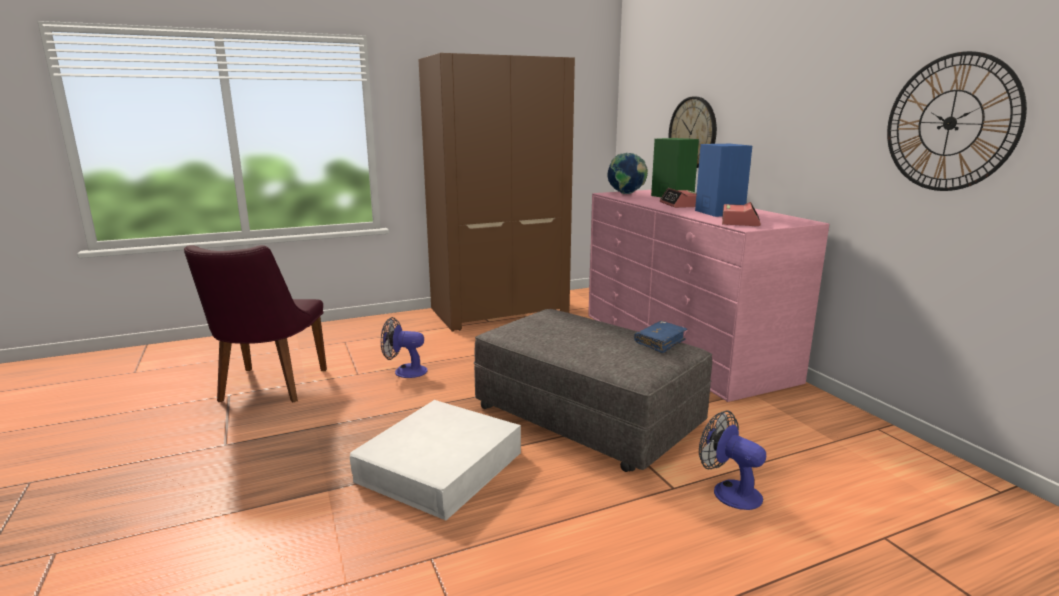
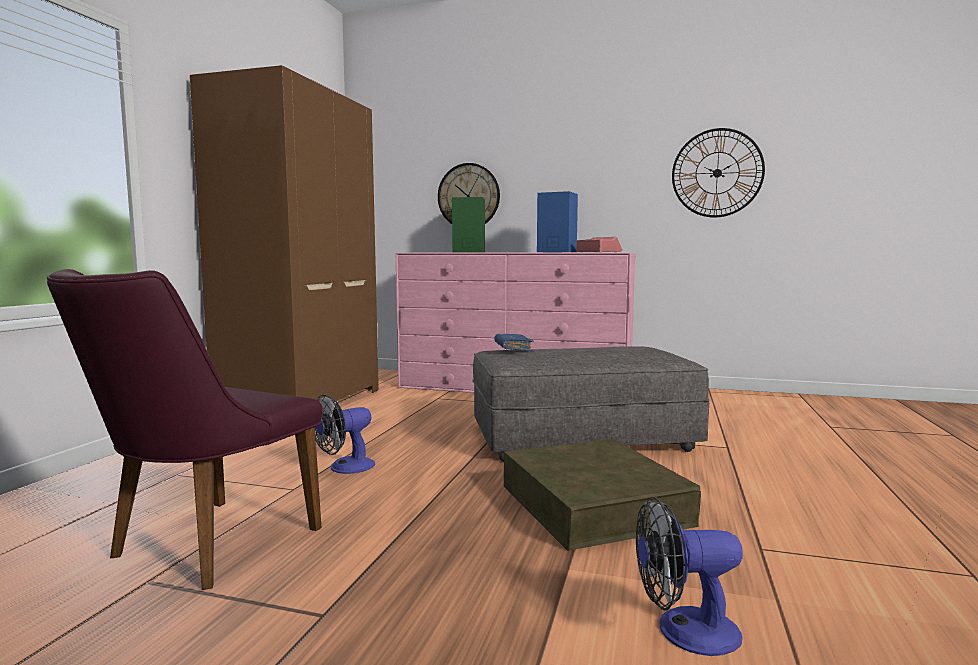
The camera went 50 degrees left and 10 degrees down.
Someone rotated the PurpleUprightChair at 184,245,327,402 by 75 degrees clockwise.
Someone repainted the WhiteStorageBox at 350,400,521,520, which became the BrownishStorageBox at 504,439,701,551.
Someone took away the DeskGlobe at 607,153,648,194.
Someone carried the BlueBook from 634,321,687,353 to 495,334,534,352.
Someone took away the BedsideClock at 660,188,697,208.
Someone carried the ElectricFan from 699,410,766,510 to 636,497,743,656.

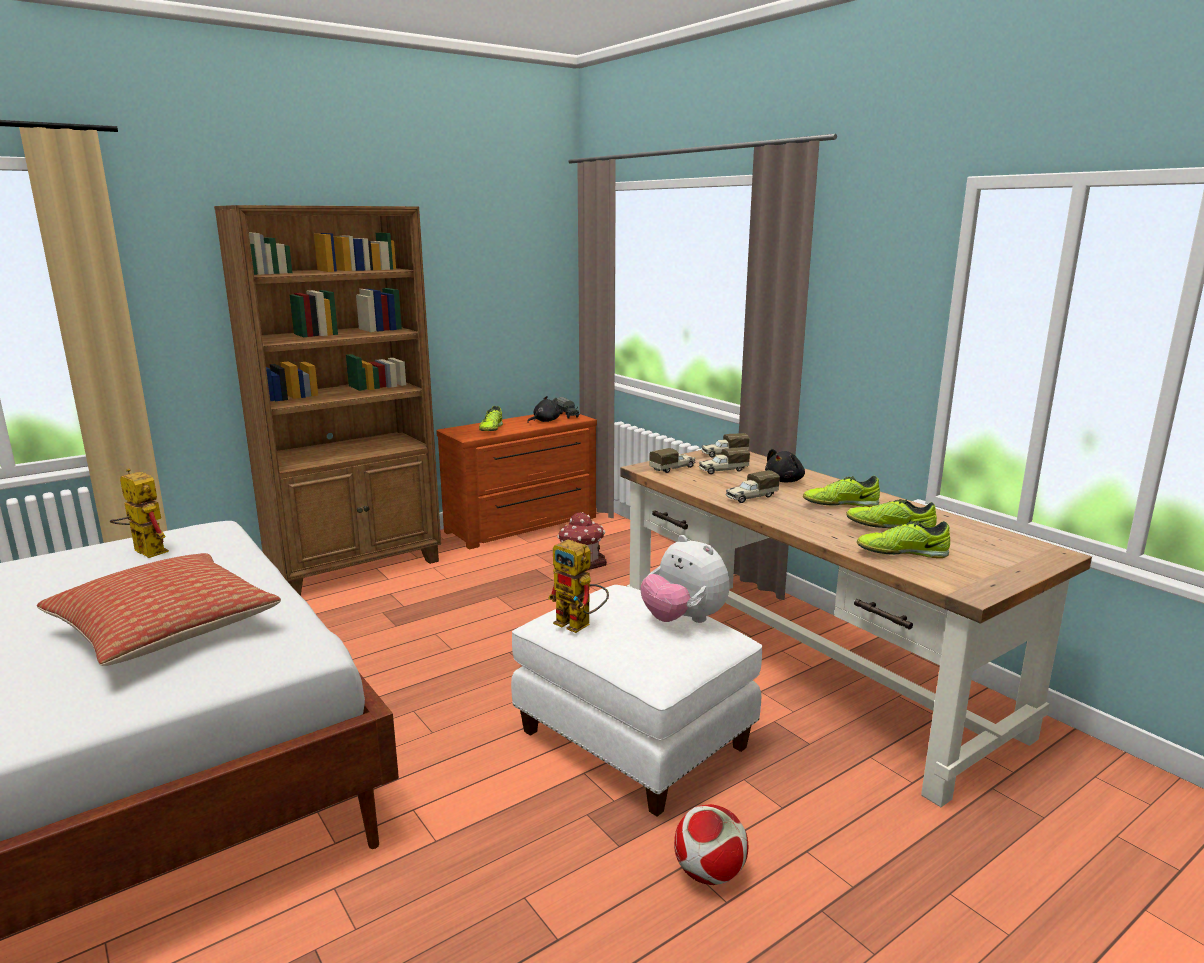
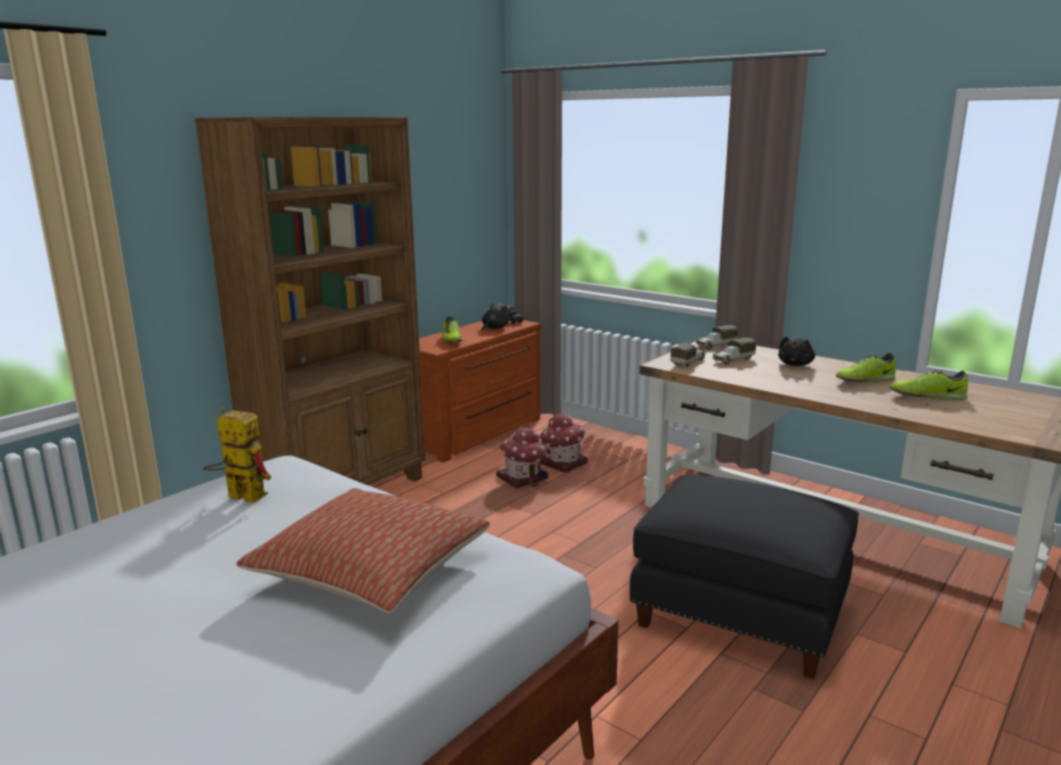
The camera went 15 degrees left and 0 degrees up.
Someone repainted the WhiteFootrest at 511,585,762,817, which became the BlackFootrest at 630,475,859,679.
Someone took away the ModelRobot at 548,539,609,633.
Someone took away the CuddlyToy at 641,535,729,623.
Someone took away the Football at 674,804,748,885.
Someone took away the ModelTruck at 726,471,780,503.
Someone took away the Shoe at 857,521,950,558.
Someone put down the MiniatureHouse at 496,428,548,488.

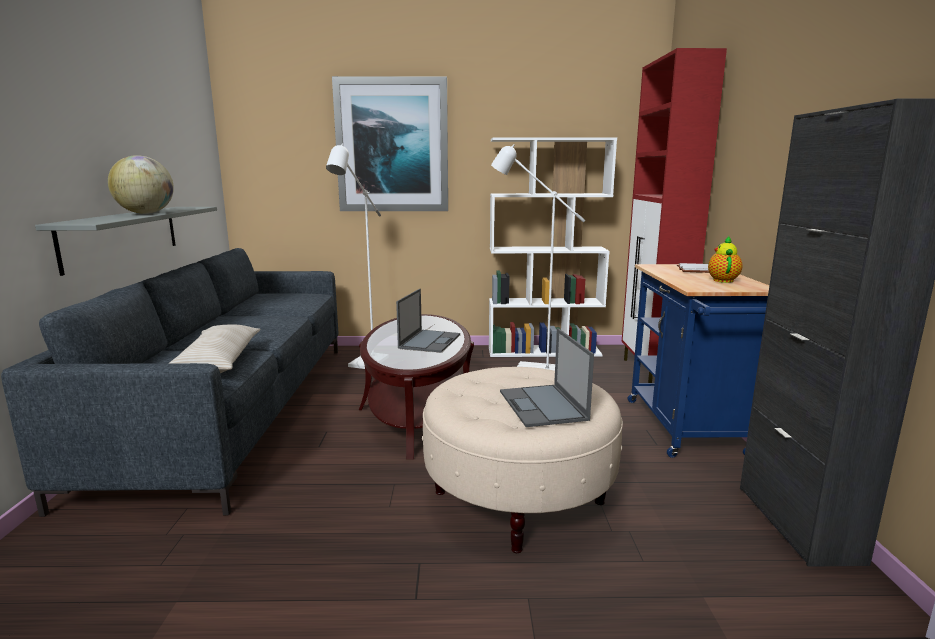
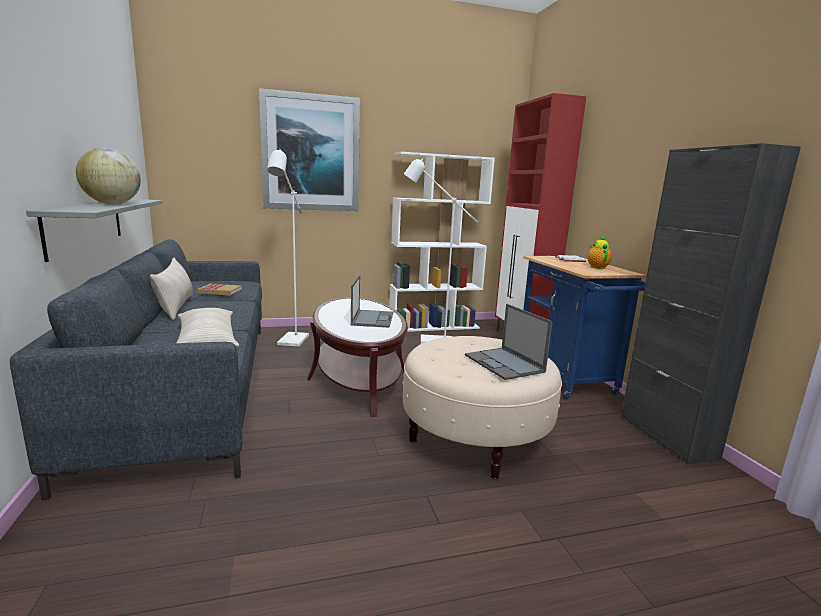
The camera went 15 degrees left and 0 degrees up.
Someone put down the SandColouredPillow at 150,258,193,320.
Someone put down the Book at 197,284,242,295.

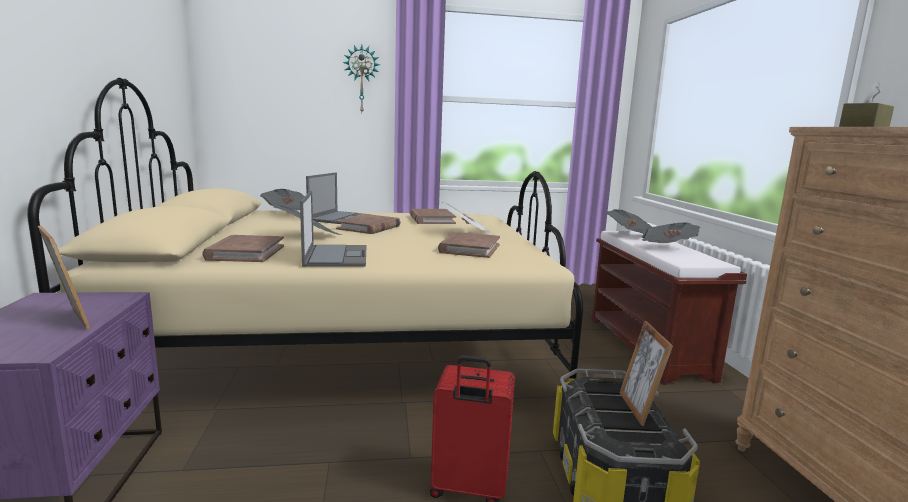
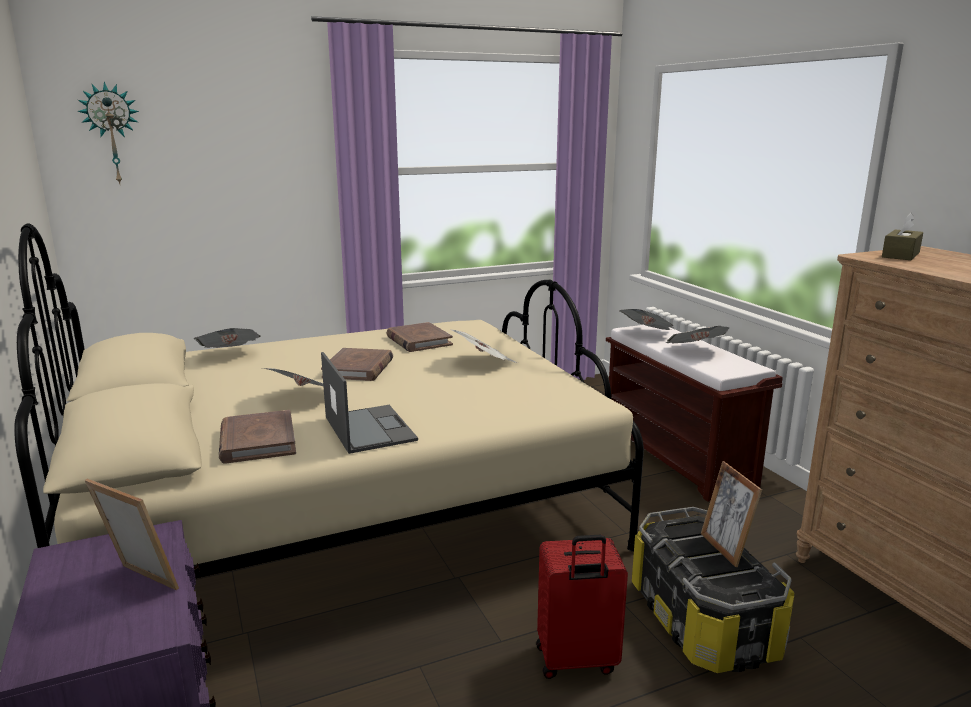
The camera went 15 degrees left and 5 degrees up.
Someone took away the Laptop at 306,172,371,224.
Someone carried the ClockOnTheWall from 343,44,380,112 to 77,82,139,184.
Someone took away the BrownishBook at 438,232,500,258.

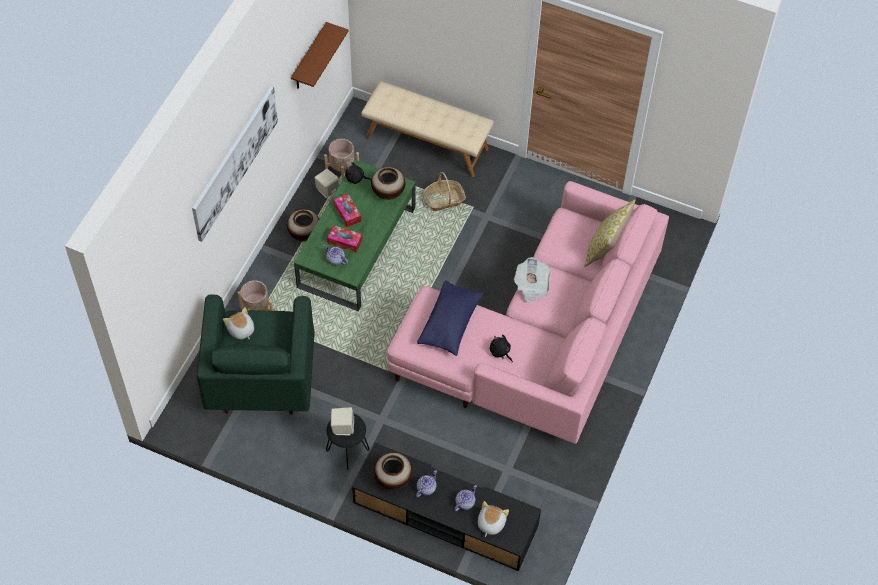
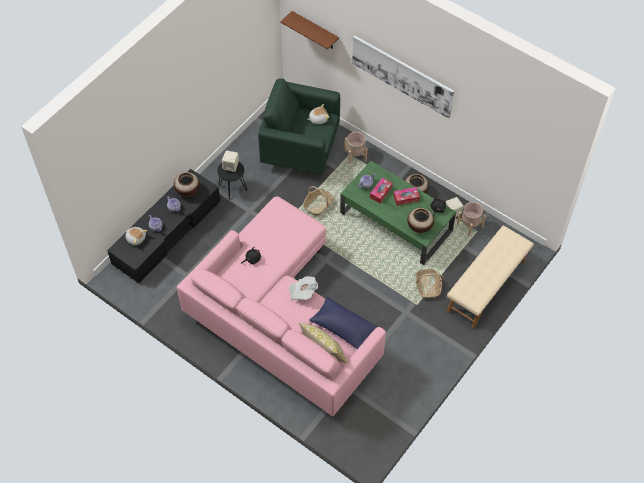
The camera went 105 degrees right and 0 degrees up.
Someone carried the BrownishShelf from 291,22,349,89 to 281,11,339,49.
Someone carried the BluePillow from 417,280,484,356 to 309,297,378,349.
Someone put down the StorageBasket at 303,186,334,216.

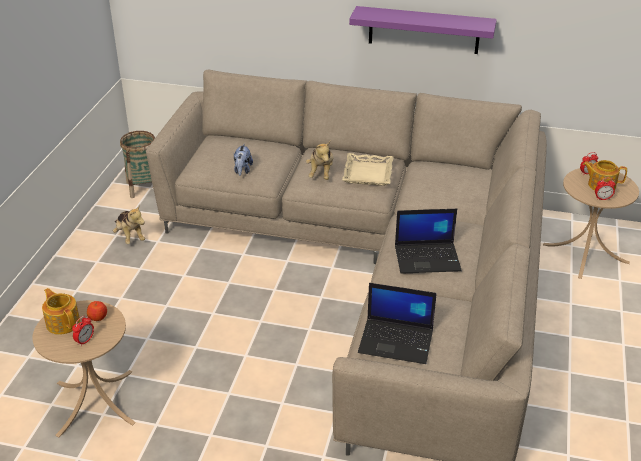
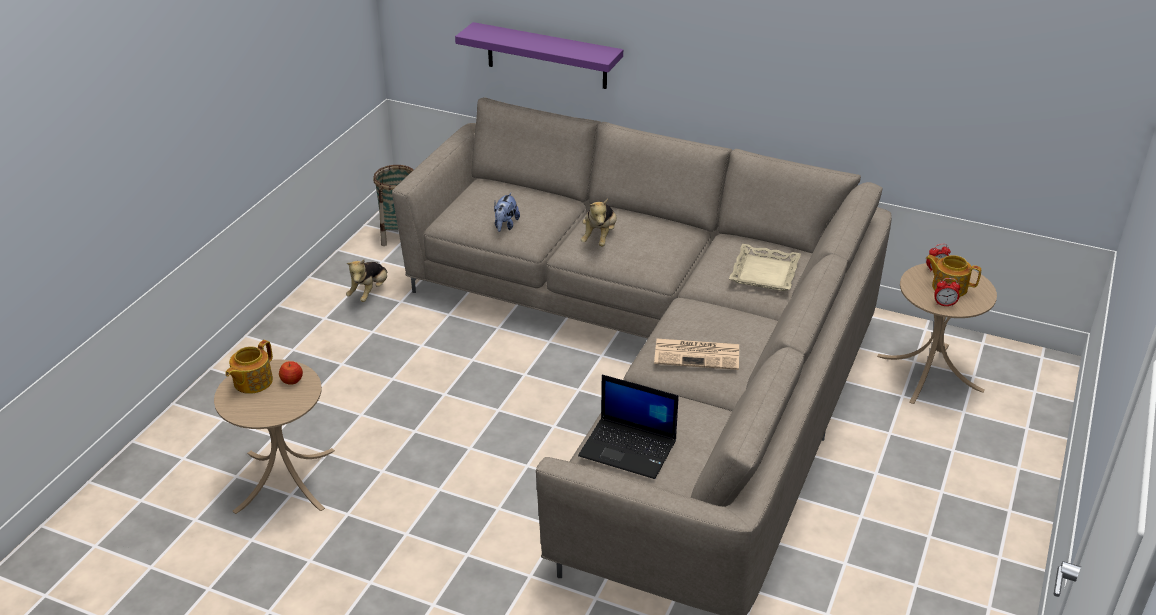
The camera went 10 degrees right and 0 degrees up.
Someone rotated the PotForTea at 42,288,80,335 by 120 degrees counterclockwise.
Someone took away the BedsideClock at 72,316,94,346.
Someone rotated the CuddlyToy at 113,204,145,244 by 45 degrees clockwise.
Someone carried the SandColouredServingTray from 342,153,393,186 to 729,244,801,291.
Someone carried the PurpleShelf from 349,6,497,54 to 455,22,623,89.
Someone swapped the Laptop at 395,209,462,274 for the PrintedPaper at 654,339,739,370.

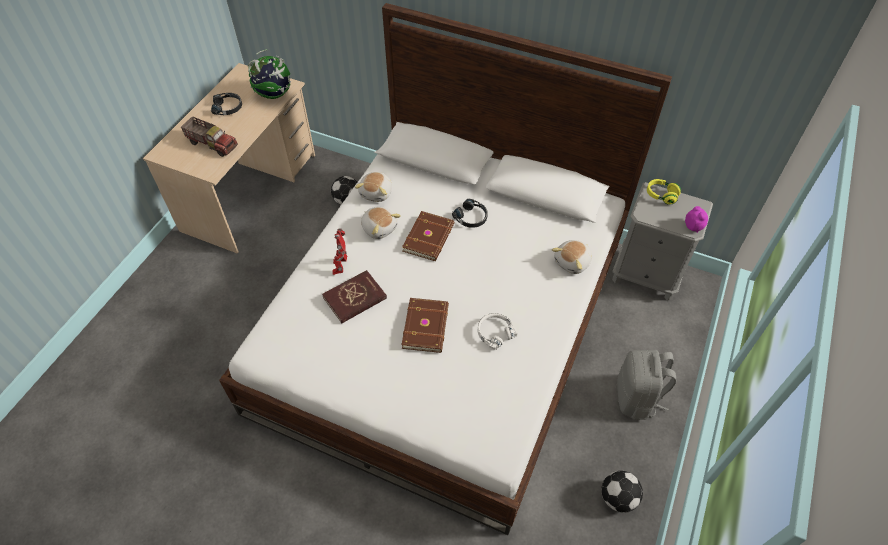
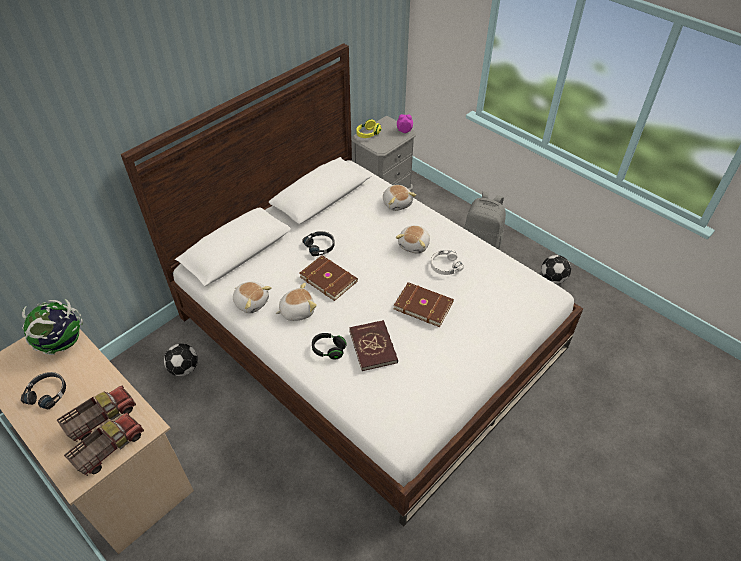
The camera went 70 degrees left and 5 degrees down.
Someone swapped the ModelRobot at 332,228,347,275 for the BlackHeadset at 312,333,347,360.
Someone put down the ModelTruck at 64,412,144,476.
Someone put down the CuddlyToy at 396,225,430,254.

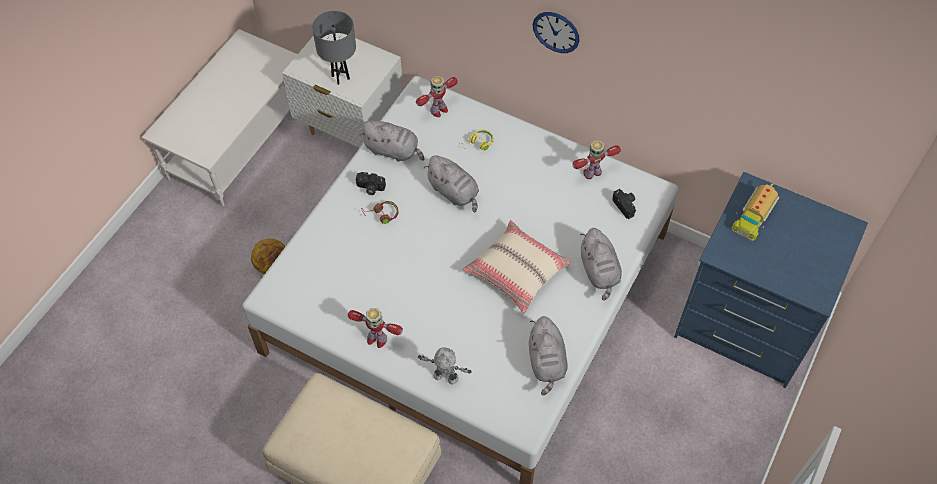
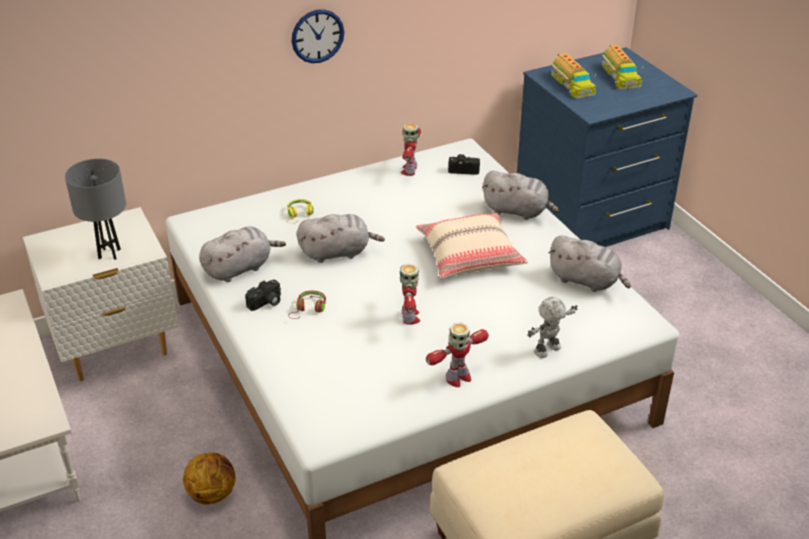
The camera went 55 degrees left and 20 degrees down.
Someone carried the ModelRobot from 416,76,458,117 to 400,264,421,325.
Someone put down the ModelTruck at 601,45,643,90.

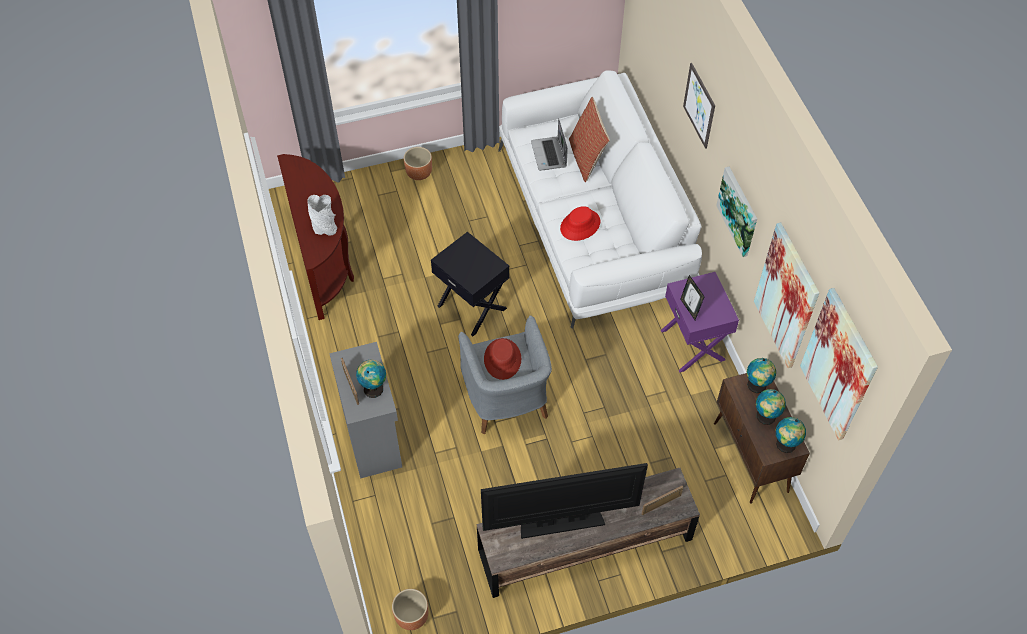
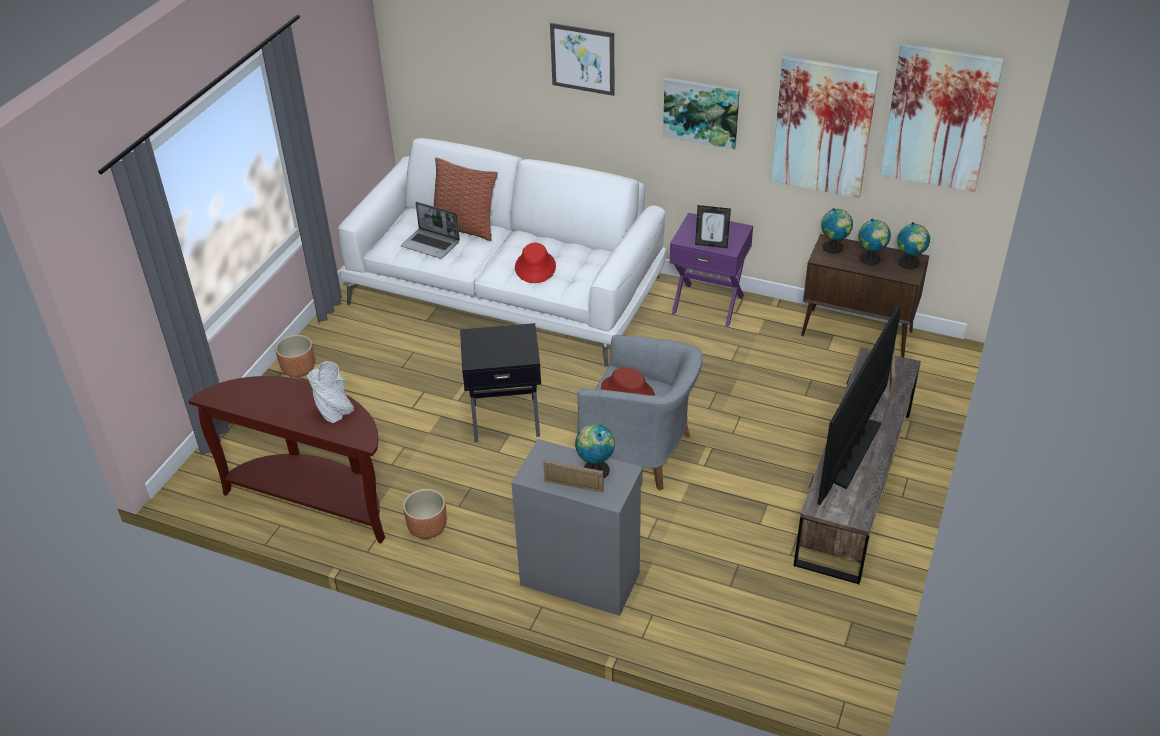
The camera went 50 degrees left and 15 degrees down.
Someone carried the BrownishFlowerPot from 392,589,428,630 to 403,489,447,539.

